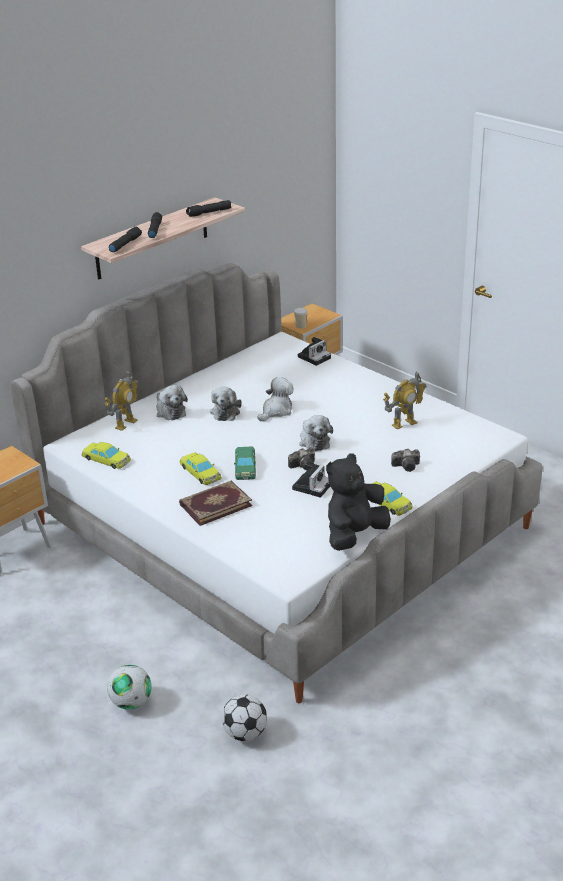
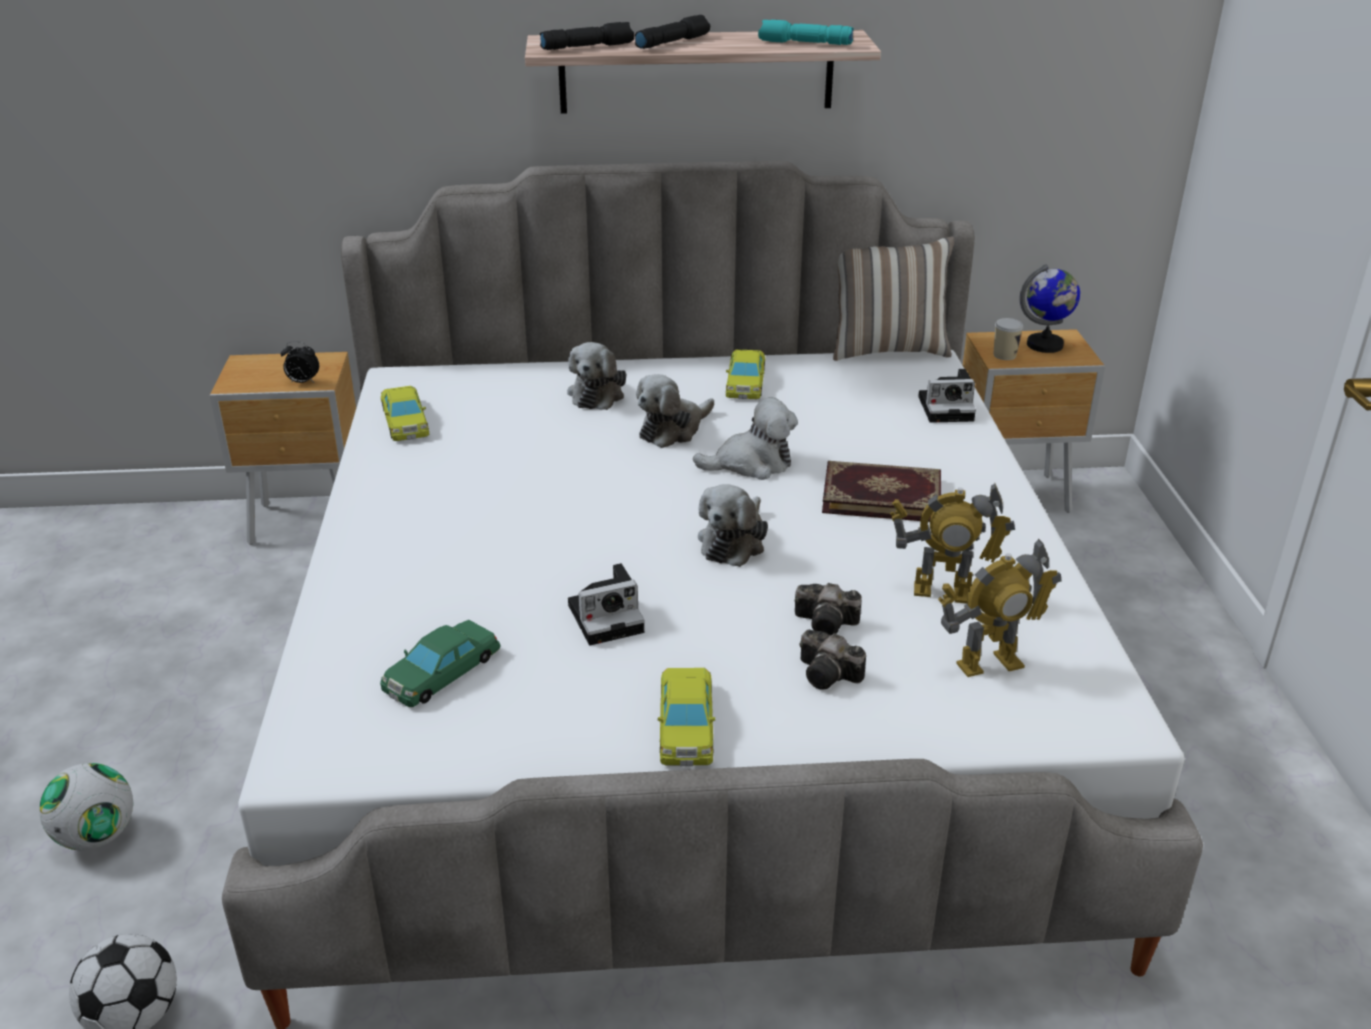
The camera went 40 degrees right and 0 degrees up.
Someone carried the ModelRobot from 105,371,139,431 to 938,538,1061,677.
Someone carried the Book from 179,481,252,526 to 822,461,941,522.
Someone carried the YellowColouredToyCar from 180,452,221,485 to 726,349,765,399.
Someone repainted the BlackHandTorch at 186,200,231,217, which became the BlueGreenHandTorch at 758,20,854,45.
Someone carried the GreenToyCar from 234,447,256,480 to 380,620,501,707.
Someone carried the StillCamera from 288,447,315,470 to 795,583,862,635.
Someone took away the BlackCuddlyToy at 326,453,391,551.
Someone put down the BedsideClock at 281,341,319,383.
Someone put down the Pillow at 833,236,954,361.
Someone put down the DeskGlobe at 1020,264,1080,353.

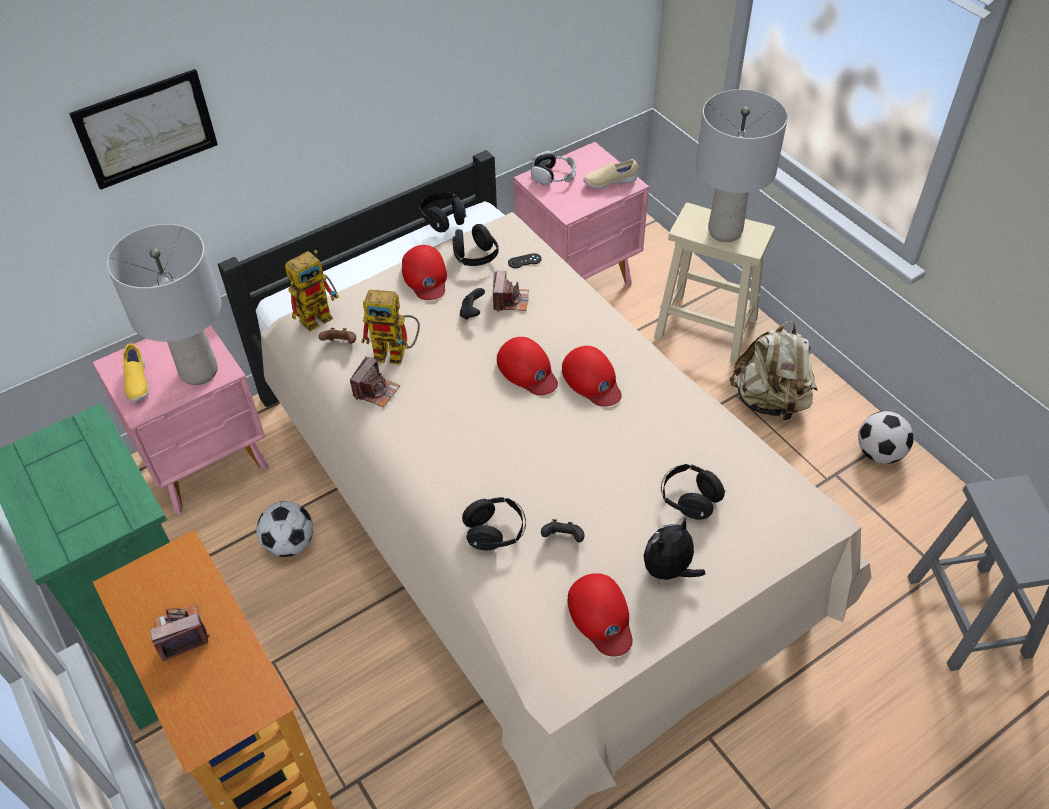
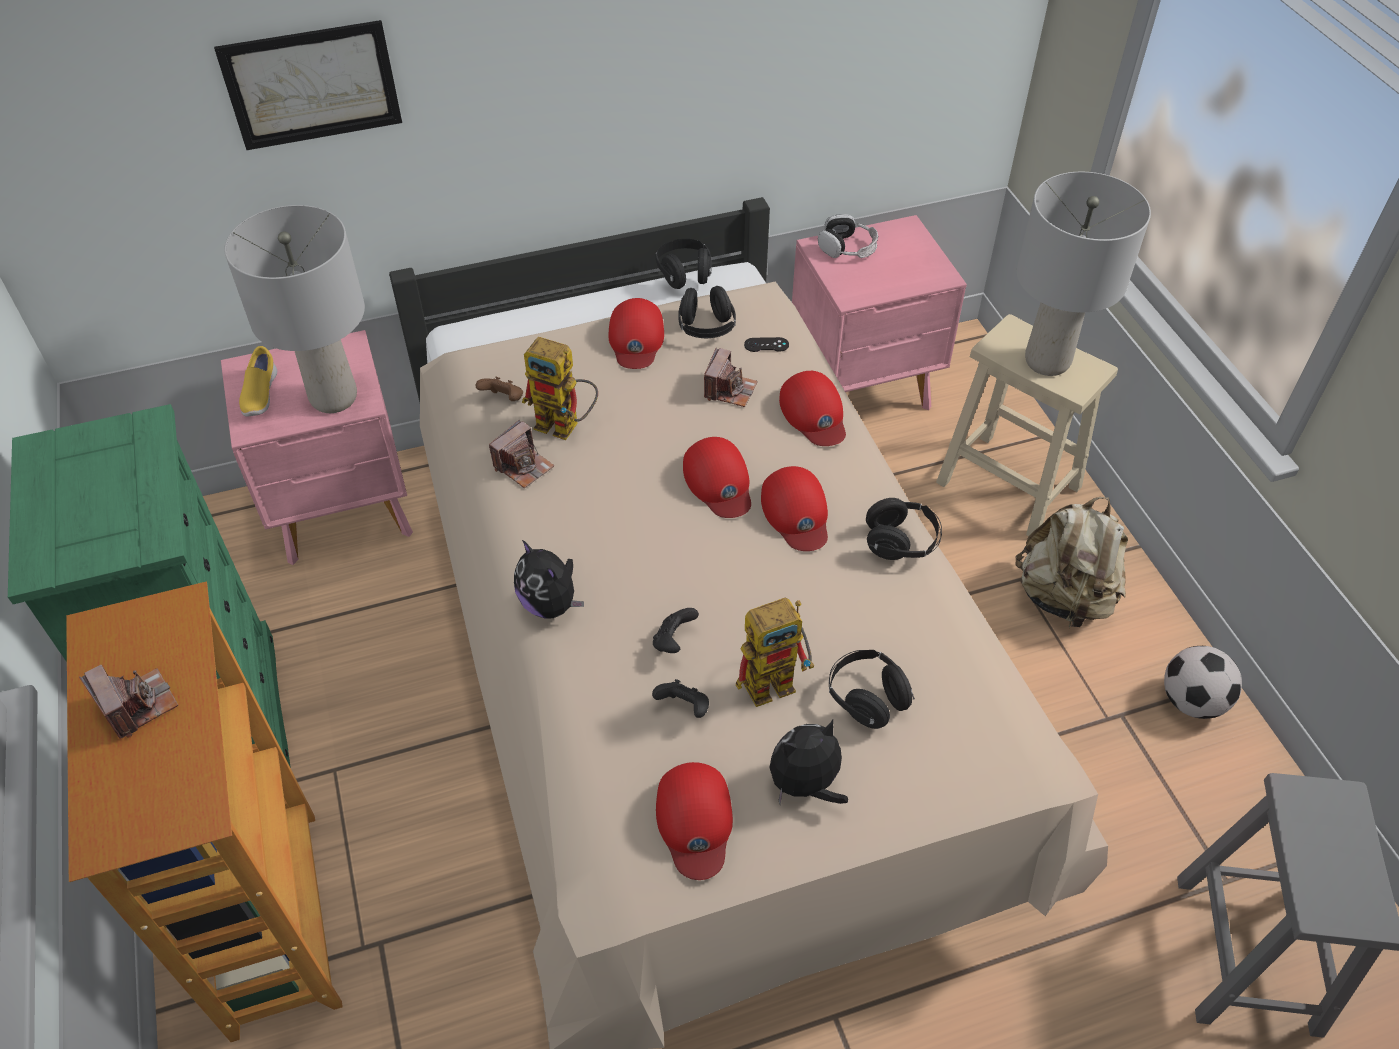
The camera went 15 degrees right and 0 degrees up.
Someone rotated the StillCamera at 150,604,210,661 by 60 degrees clockwise.
Someone took away the Football at 256,501,313,557.
Someone carried the ModelRobot from 285,250,339,331 to 736,597,814,707.
Someone carried the BlackGameController from 460,288,485,320 to 653,608,699,653.
Someone carried the BlackHeadset from 462,497,526,550 to 866,498,942,560.
Someone took away the SandColouredShoe at 583,159,638,189.
Someone put down the CuddlyToy at 514,540,584,619.
Someone put down the RedColouredCap at 779,371,846,446.

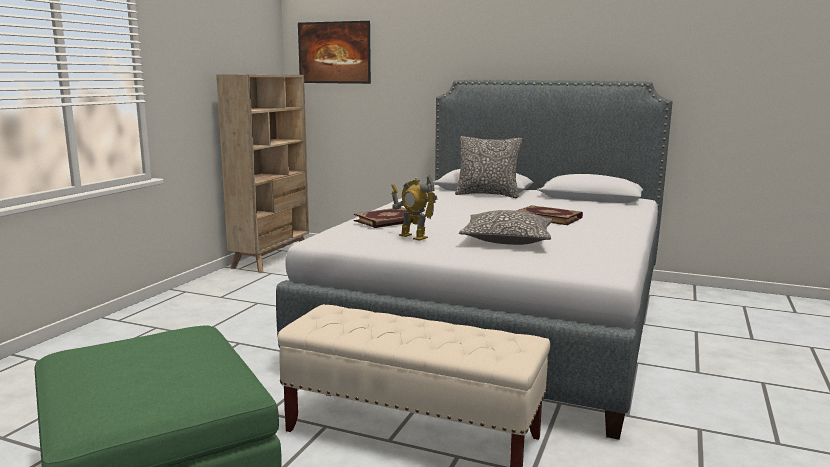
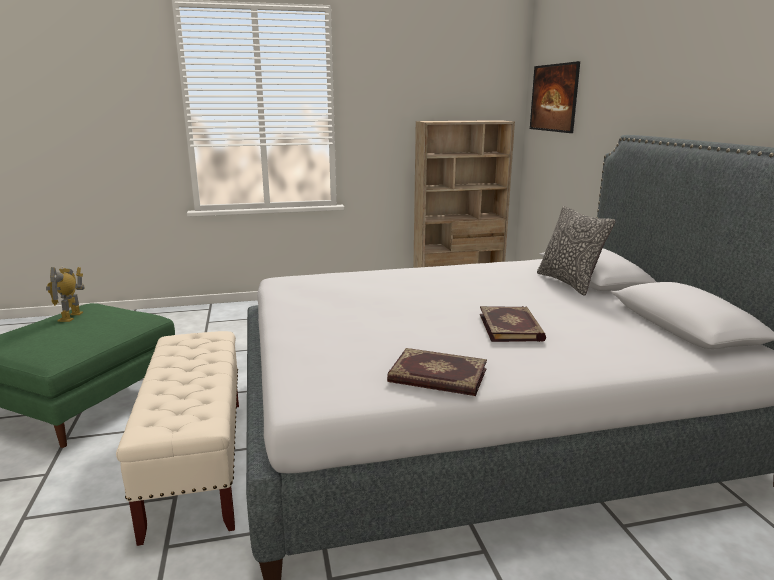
The camera went 55 degrees right and 5 degrees up.
Someone carried the Book from 354,207,424,228 to 387,348,487,396.
Someone carried the ModelRobot from 391,175,438,241 to 46,266,85,322.
Someone took away the Pillow at 459,210,553,245.

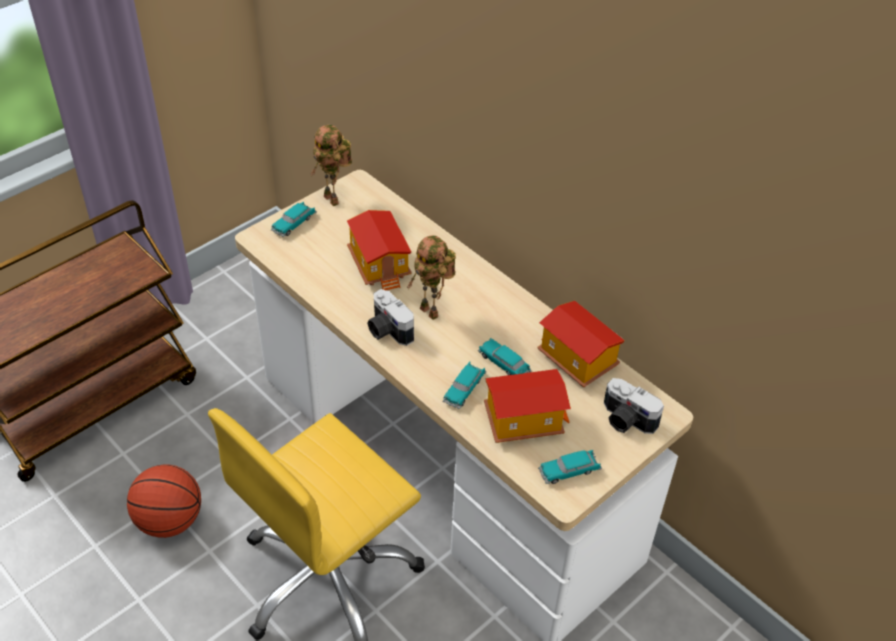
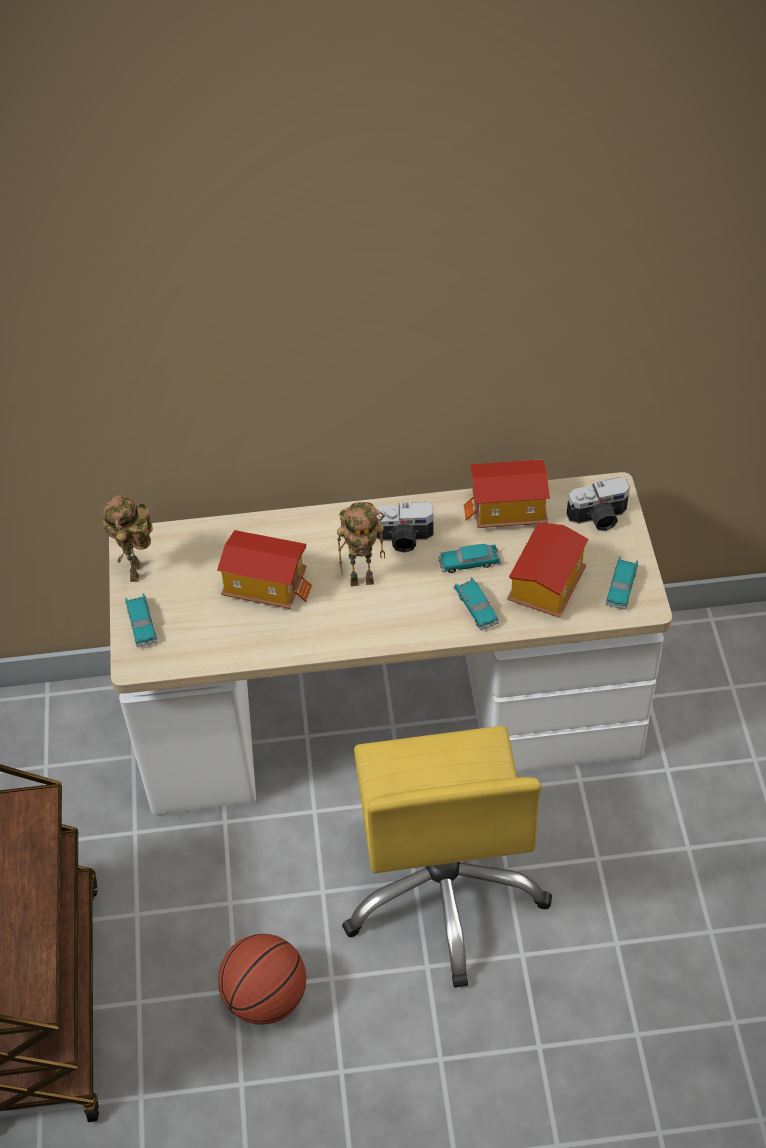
The camera went 50 degrees left and 5 degrees up.
Someone rotated the ModelRobot at 310,125,352,206 by 90 degrees clockwise.
Someone carried the StillCamera from 367,289,414,346 to 376,502,434,553.

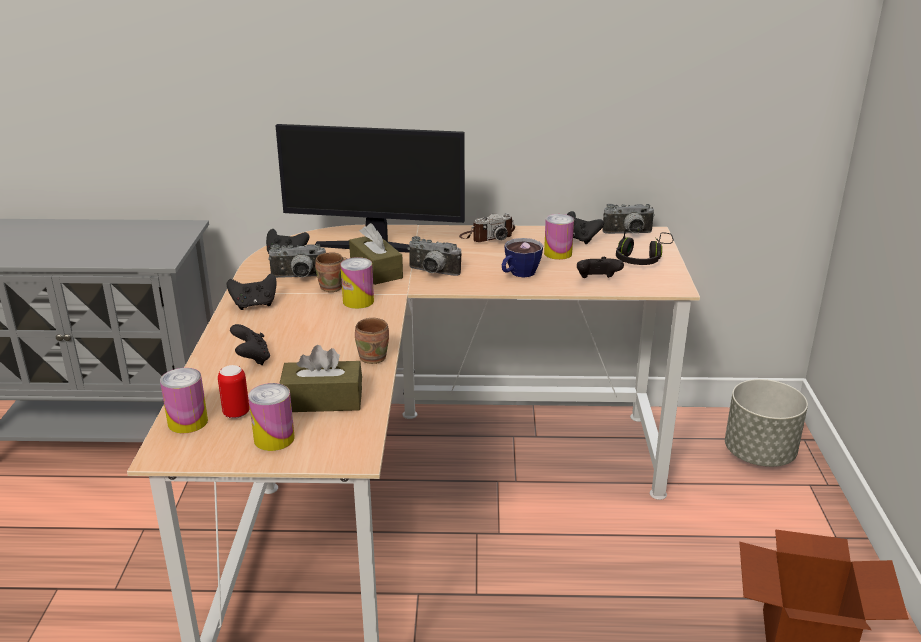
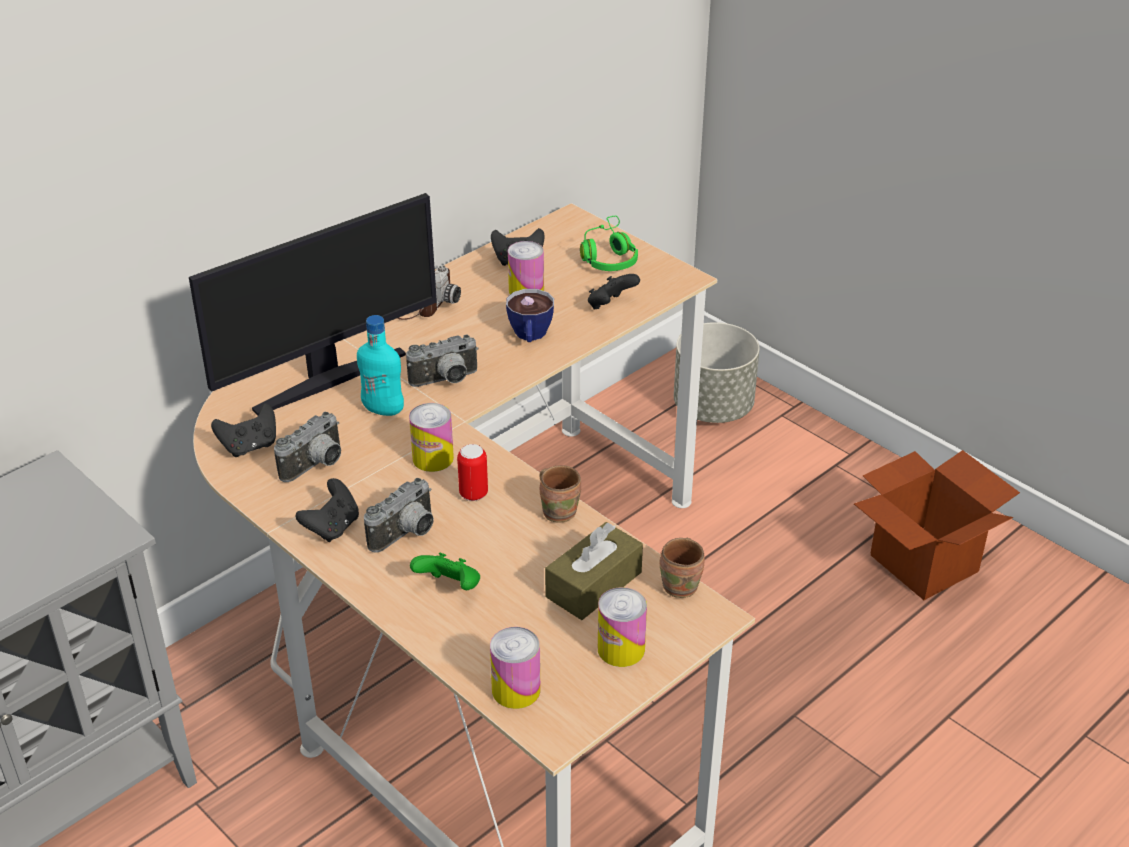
The camera went 45 degrees left and 10 degrees up.
Someone carried the SealedCan from 218,365,250,419 to 457,444,488,501.
Someone repainted the BlackGameController at 230,324,270,365, which became the GreenGameController at 410,553,480,590.
Someone carried the BrownishMug from 315,252,348,292 to 660,538,705,598.
Someone swapped the BrownishTissueBox at 349,223,403,285 for the BlueGreenBottle at 357,315,404,416.
Someone carried the StillCamera from 602,204,655,234 to 364,478,434,553.
Someone repainted the BlackHeadset at 616,229,674,265, which became the GreenHeadset at 580,216,638,271.

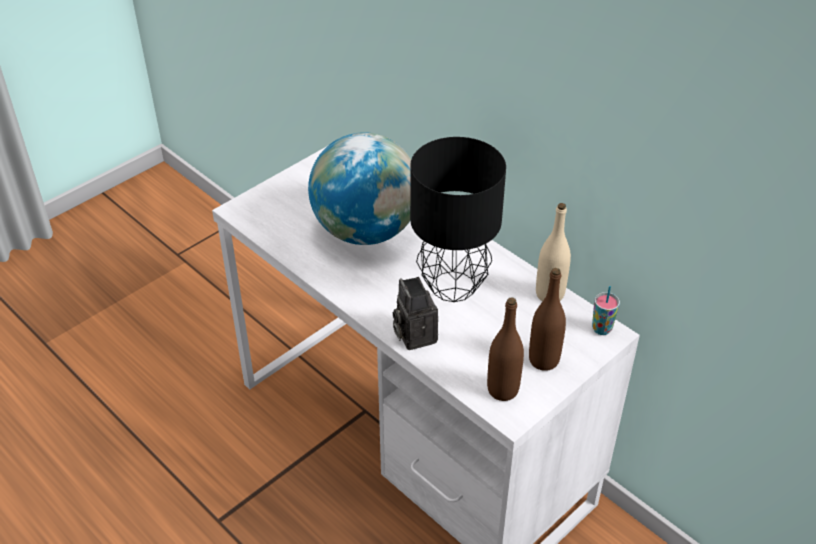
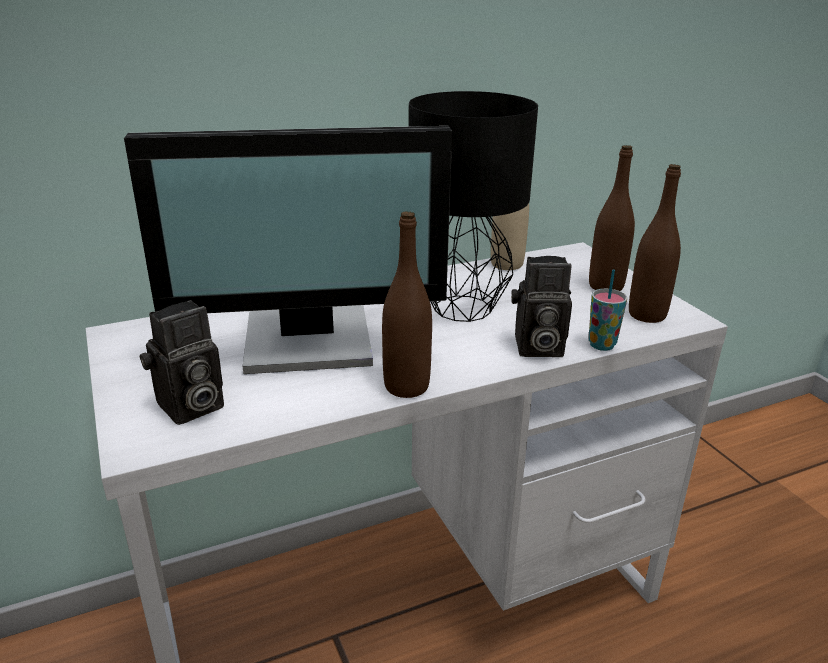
The camera went 70 degrees left and 15 degrees down.
Someone swapped the DeskGlobe at 308,132,411,245 for the ComputerScreen at 124,126,452,374.
Someone carried the SmallCup from 592,286,620,335 to 589,270,627,351.
Someone put down the StillCamera at 140,300,224,425.
Someone put down the BrownishBottle at 382,211,432,398.

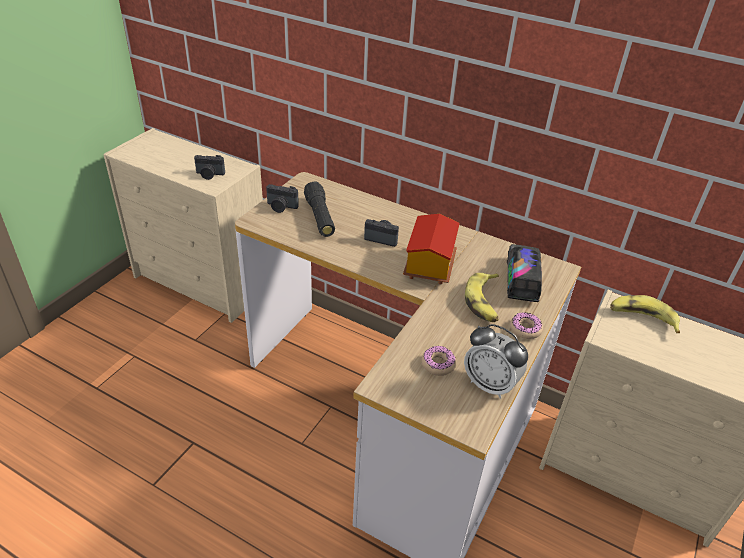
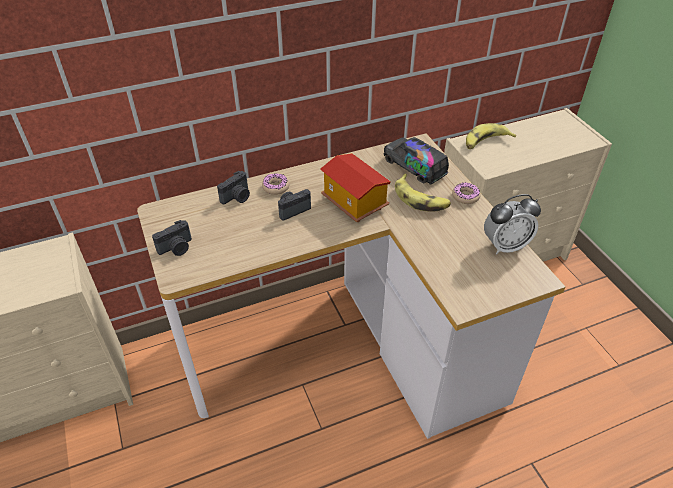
The camera went 50 degrees left and 5 degrees up.
Someone carried the StillCamera from 194,155,225,180 to 217,171,250,204.
Someone took away the BlackHandTorch at 304,181,335,237.
Someone carried the RingDoughnut from 421,346,456,376 to 262,173,289,195.

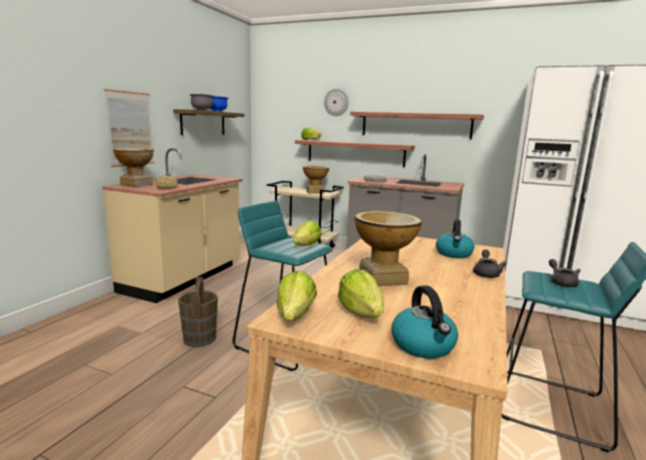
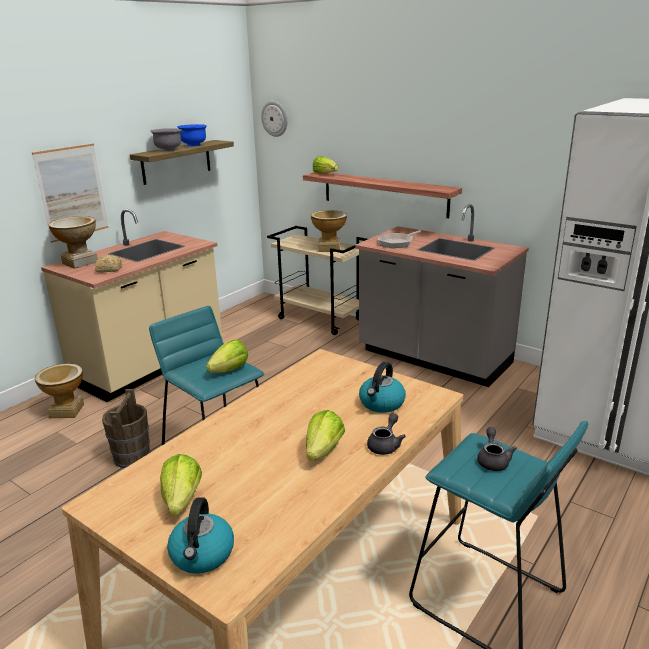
The camera went 15 degrees right and 10 degrees up.
Someone carried the LettuceHead from 277,271,317,321 to 306,410,345,461.
Someone carried the ClockOnTheWall from 324,88,349,116 to 261,101,288,137.
Someone took away the Shelf at 350,112,484,140.
Someone carried the Vase from 354,211,422,286 to 35,363,84,418.

